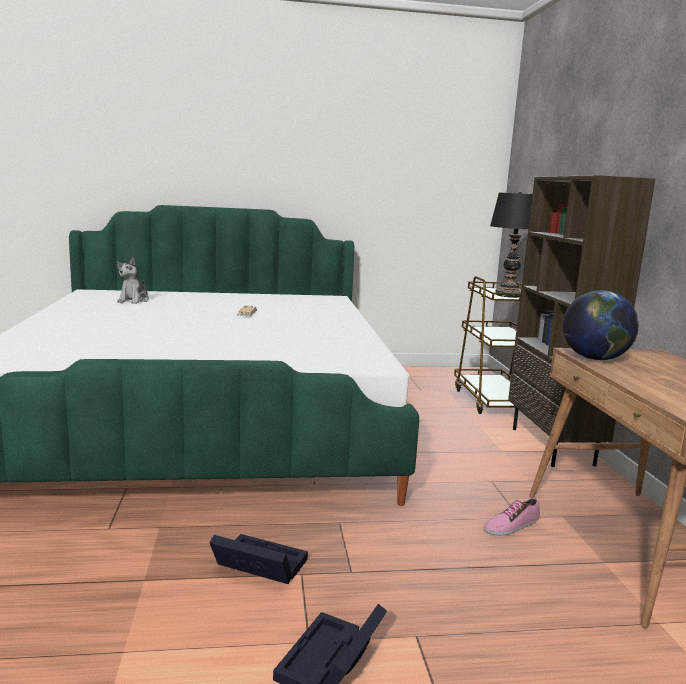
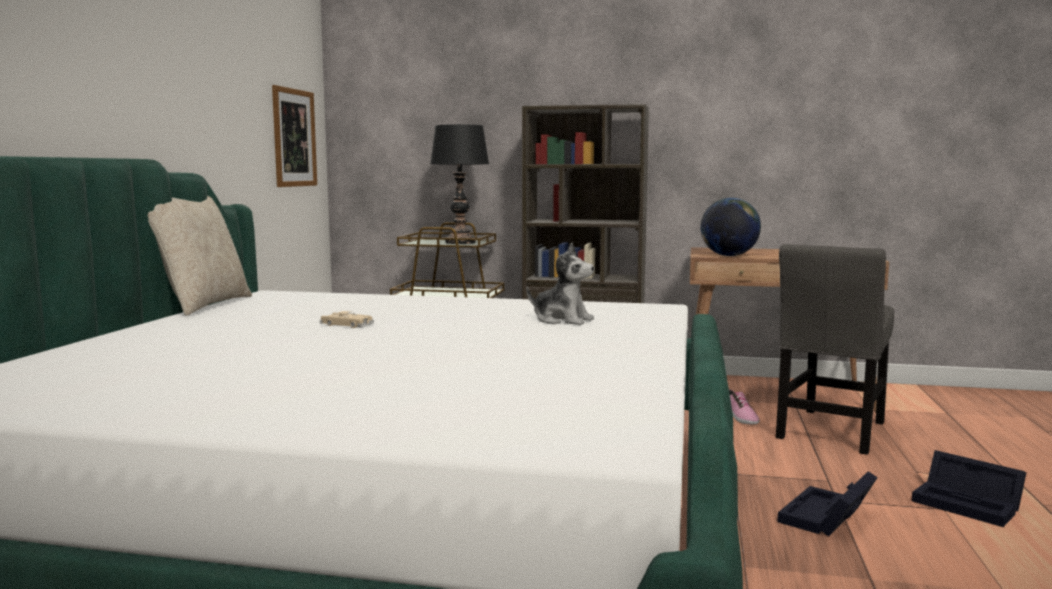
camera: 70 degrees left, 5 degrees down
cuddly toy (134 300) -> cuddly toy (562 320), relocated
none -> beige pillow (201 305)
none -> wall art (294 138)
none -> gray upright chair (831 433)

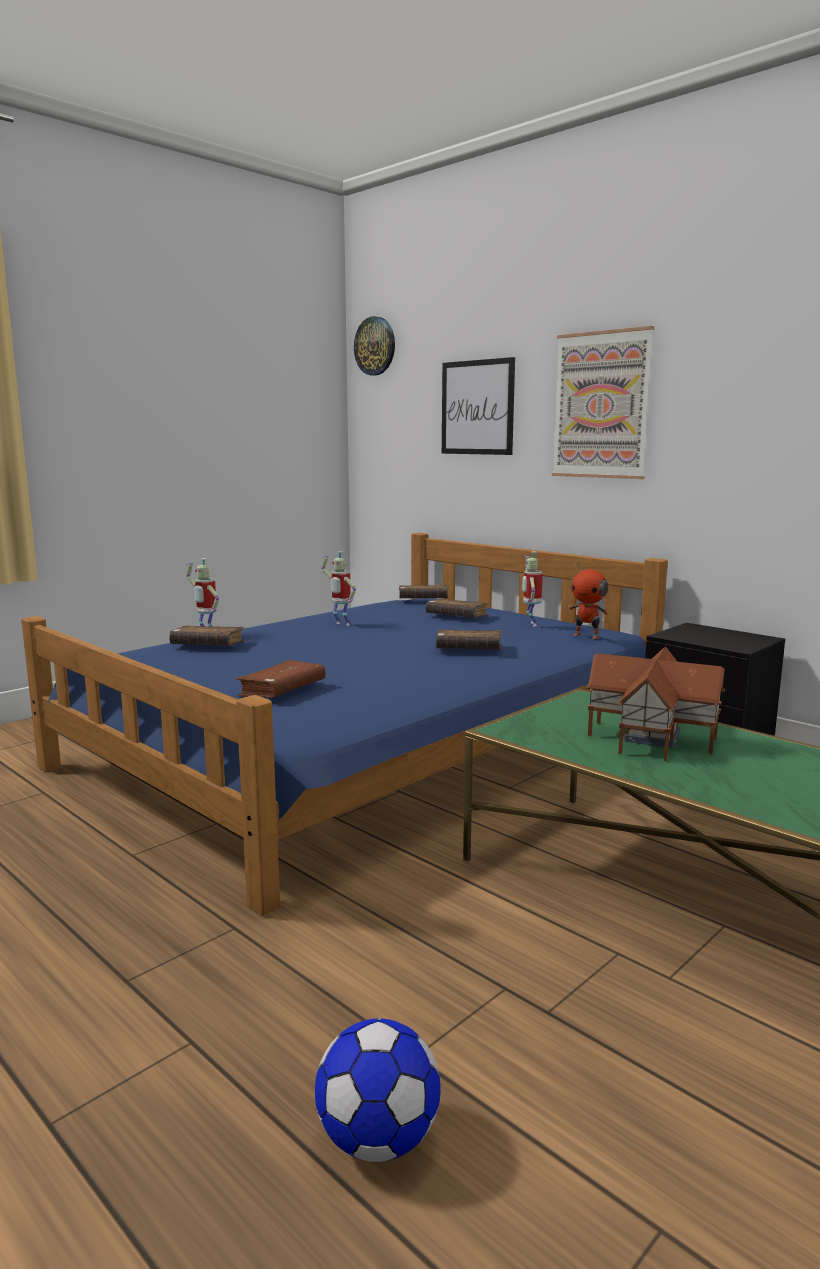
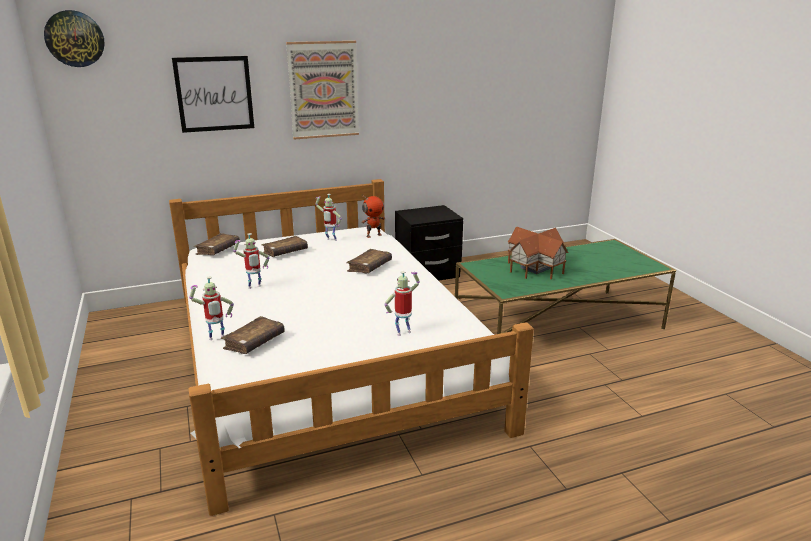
camera: 65 degrees left, 10 degrees up
blue bed (368 745) -> white-coloured bed (324 356)
brown-coloured volume (282 690) -> robot figure (403 332)
football (378 1139) -> none

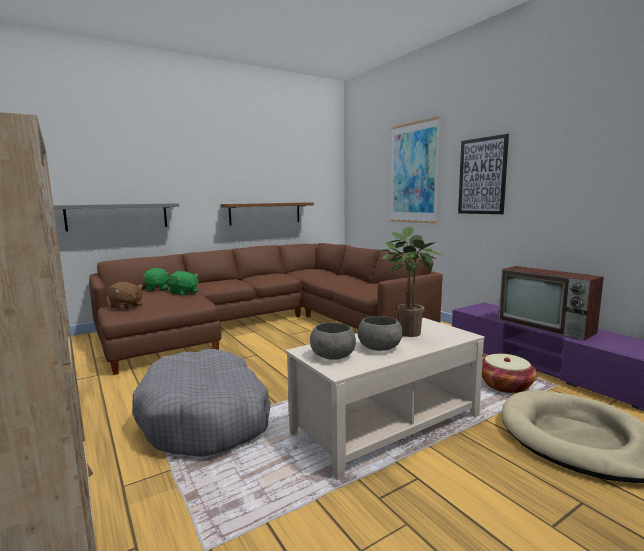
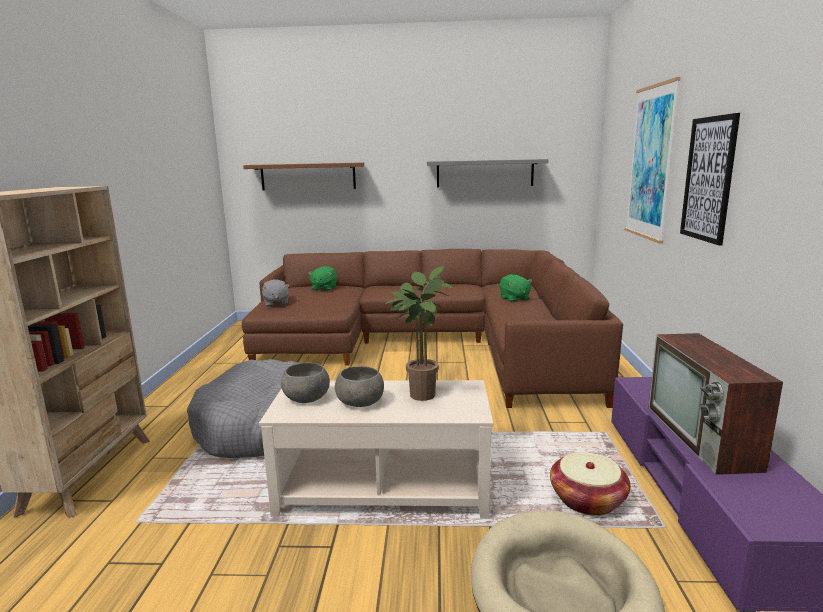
camera: 35 degrees right, 5 degrees up
gray wall shelf (118 216) -> gray wall shelf (485 173), relocated
brown-coloured cuddly toy (126 306) -> gray cuddly toy (276 304)
greenish cuddly toy (184 293) -> greenish cuddly toy (514 299), relocated
brown-coloured wall shelf (265 213) -> brown-coloured wall shelf (308 176), relocated

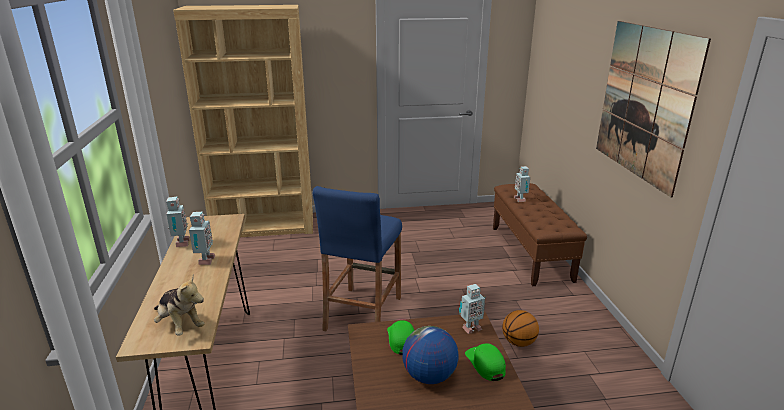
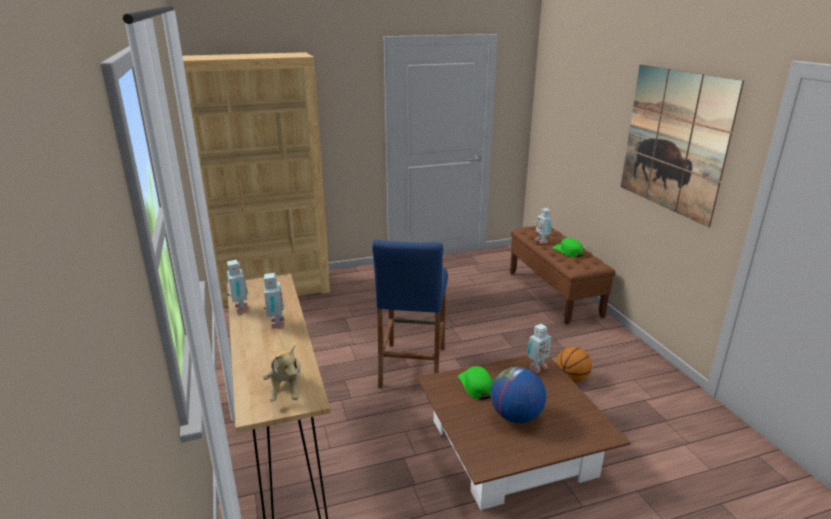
camera: 10 degrees left, 0 degrees up
cuddly toy (180 325) -> cuddly toy (286 389), 45 degrees clockwise
greenish peaked cap (485 364) -> greenish peaked cap (568 251), relocated

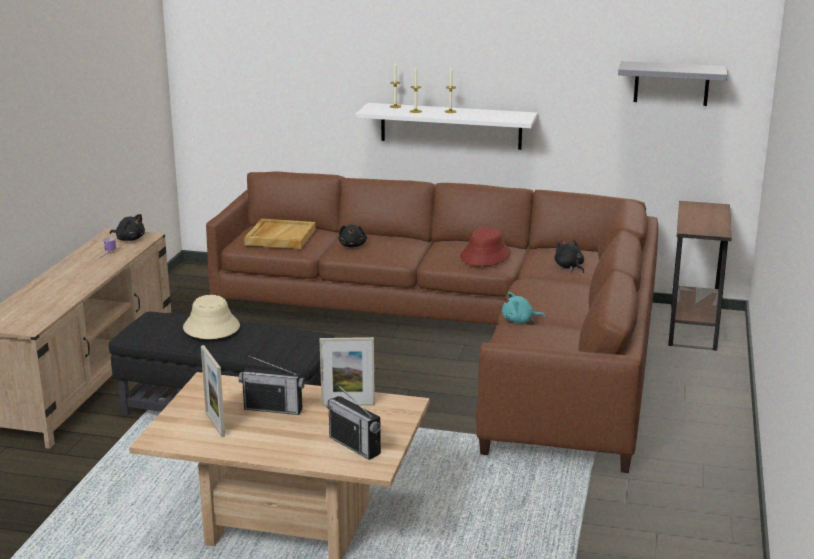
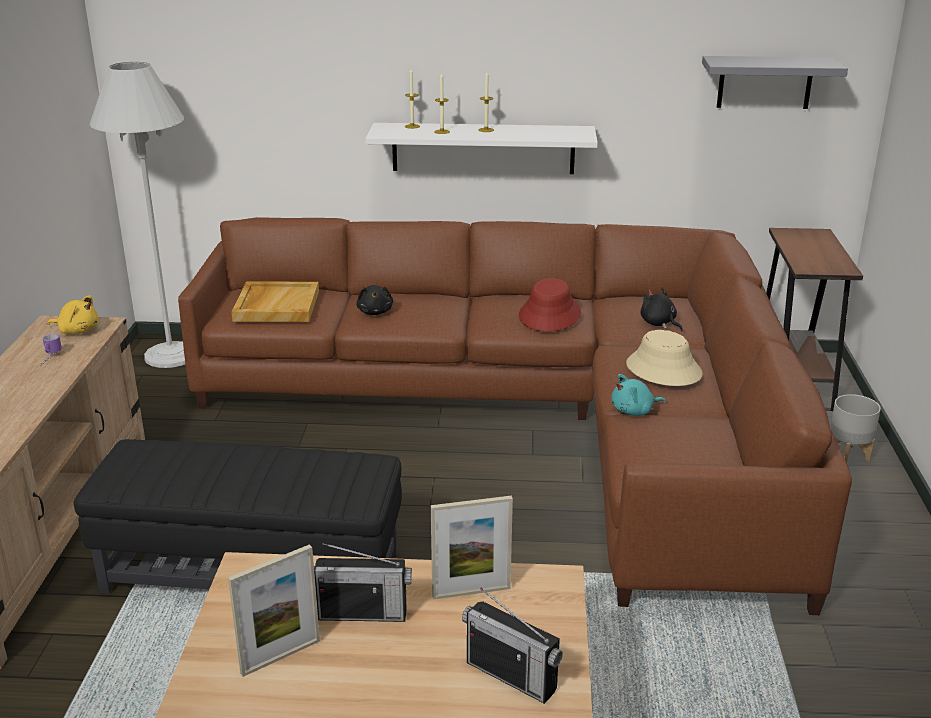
camera: 10 degrees left, 5 degrees up
black cuddly toy (129 239) -> yellowish cuddly toy (77 330)
beige wearable hat (211 327) -> beige wearable hat (663 370), relocated
standing frame (215 424) -> standing frame (280 657), 90 degrees counterclockwise
none -> white-coloured standing lamp (171 355)
none -> gray flower pot (847 455)

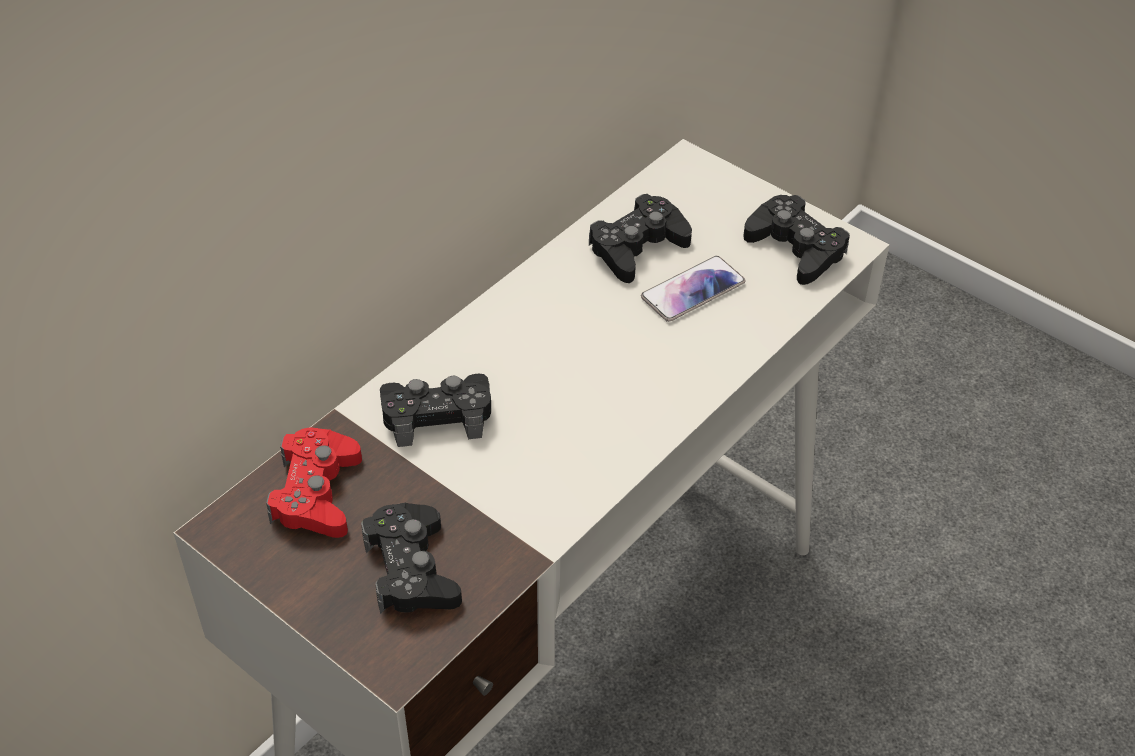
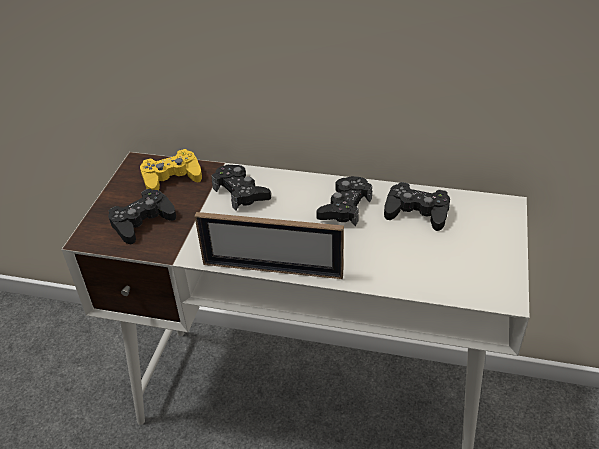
camera: 65 degrees right, 5 degrees down
red-coloured joypad (316 493) -> yellowish joypad (171 177)
phone (693 290) -> none
black joypad (795 248) -> black joypad (345 207), relocated
none -> standing frame (272 269)

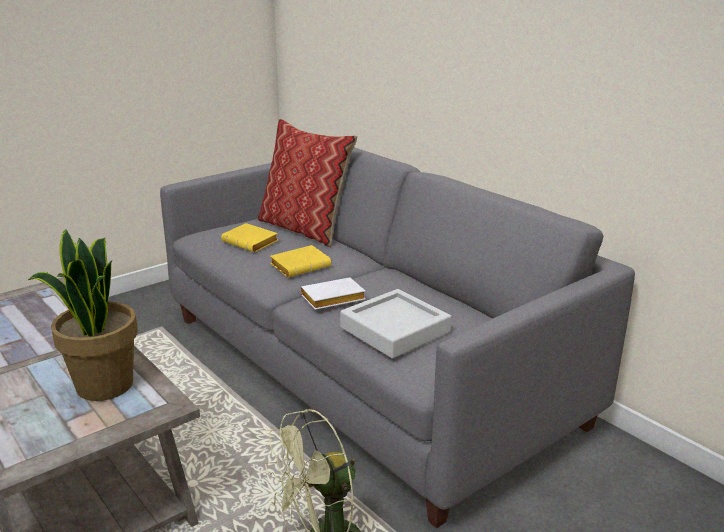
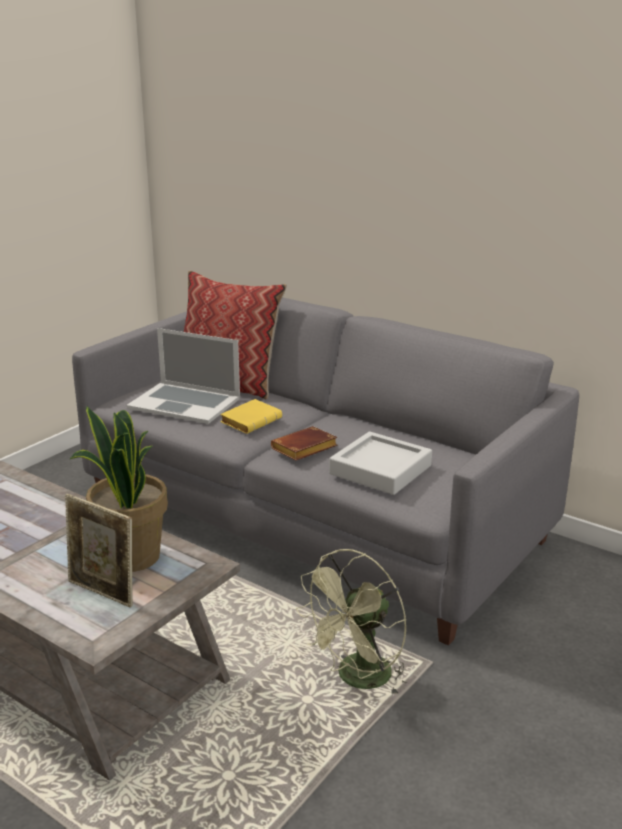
camera: 15 degrees left, 0 degrees up
yellowish volume (252 242) -> notebook computer (185 403)
white-coloured volume (332 300) -> brown-coloured volume (304 450)
none -> standing frame (103 592)

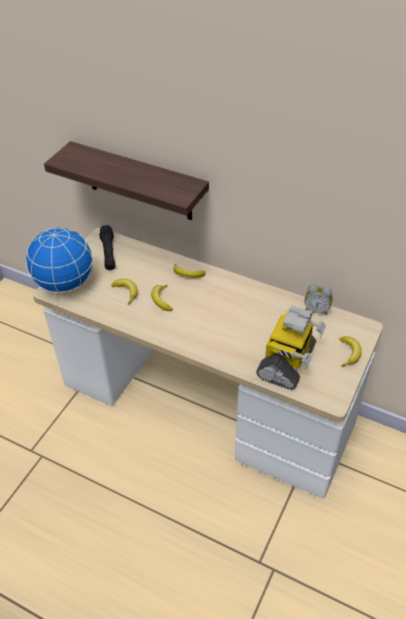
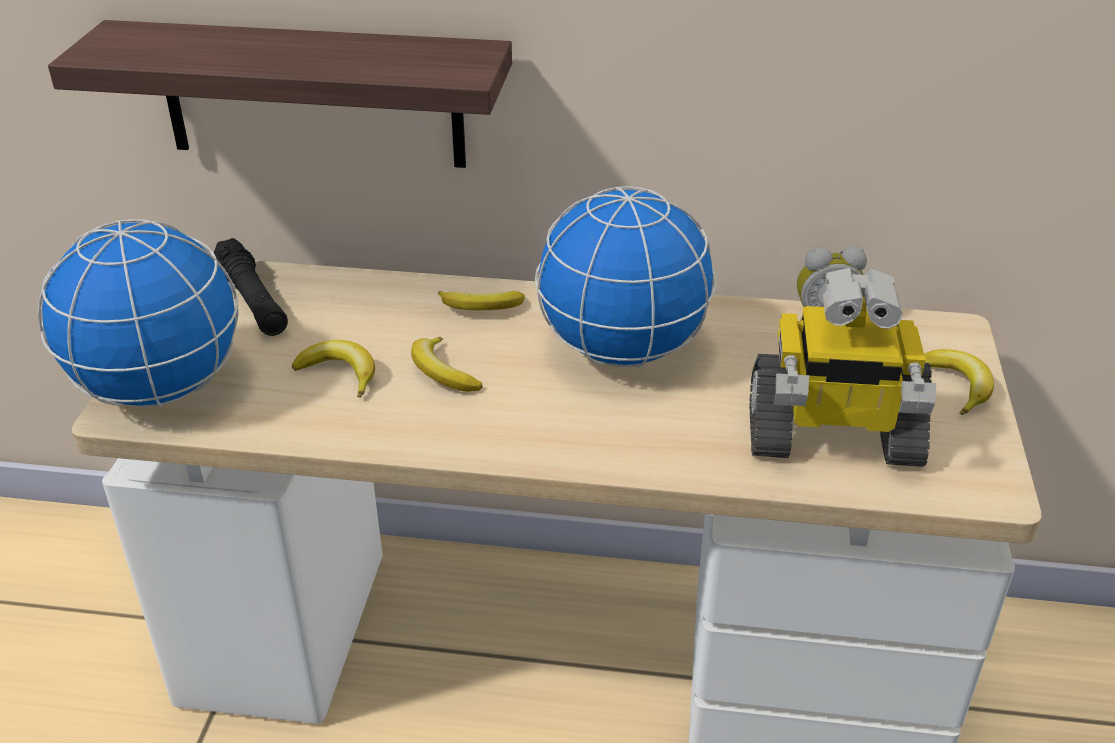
camera: 20 degrees left, 10 degrees down
robot figure (287 362) -> robot figure (831 436), 90 degrees clockwise
none -> globe (623 351)

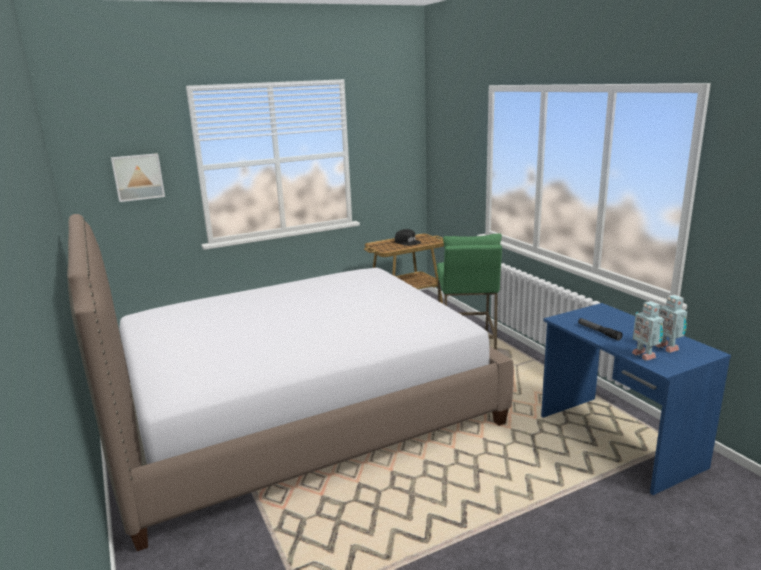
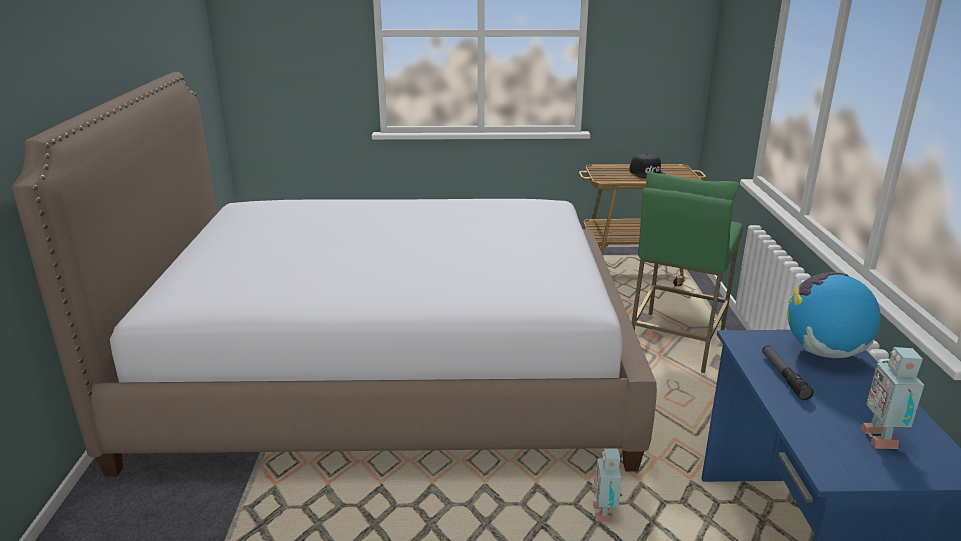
camera: 25 degrees right, 5 degrees up
wall art (138 177) -> none
robot figure (644 355) -> robot figure (605 513), relocated
none -> globe (824 352)

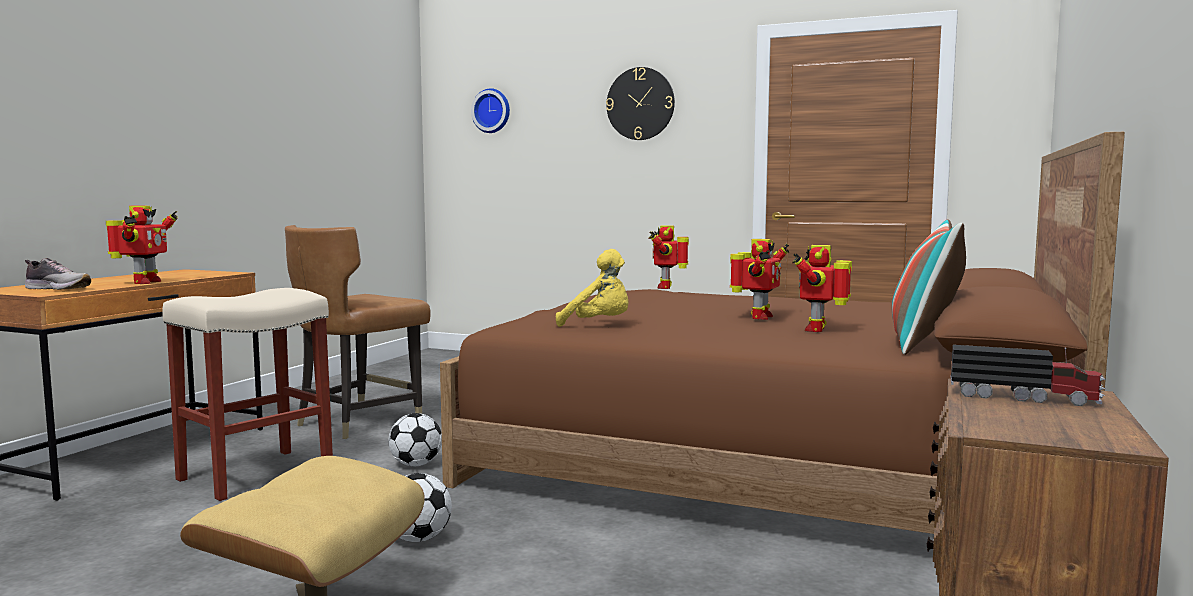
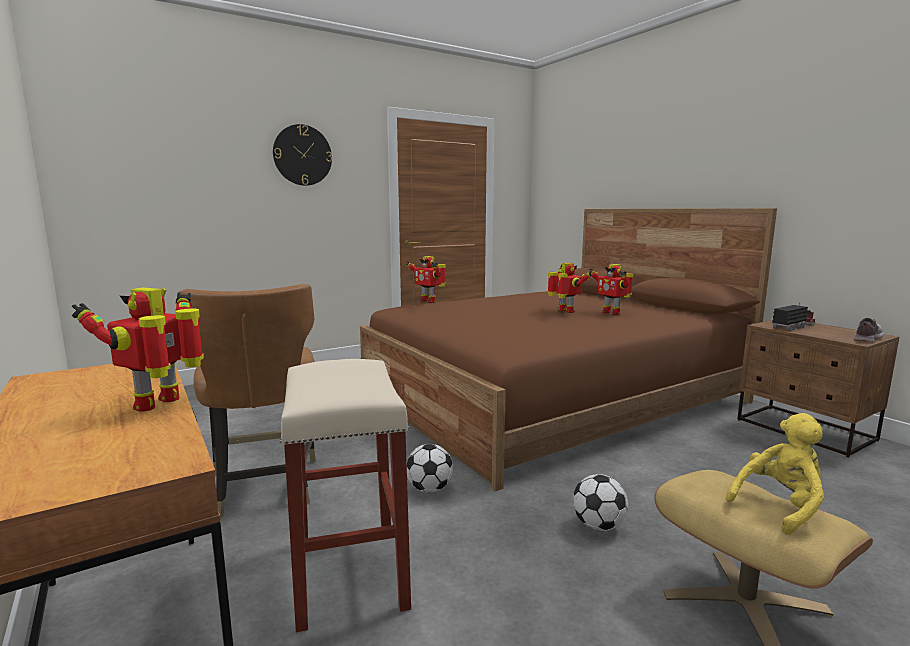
camera: 55 degrees left, 5 degrees up
item of footwear (58 289) -> item of footwear (866 338), relocated
robot figure (144 282) -> robot figure (161 403), 105 degrees counterclockwise
wall clock (492 111) -> none
yellowish cuddly toy (599 325) -> yellowish cuddly toy (779 506), relocated
pillow (923 344) -> none

